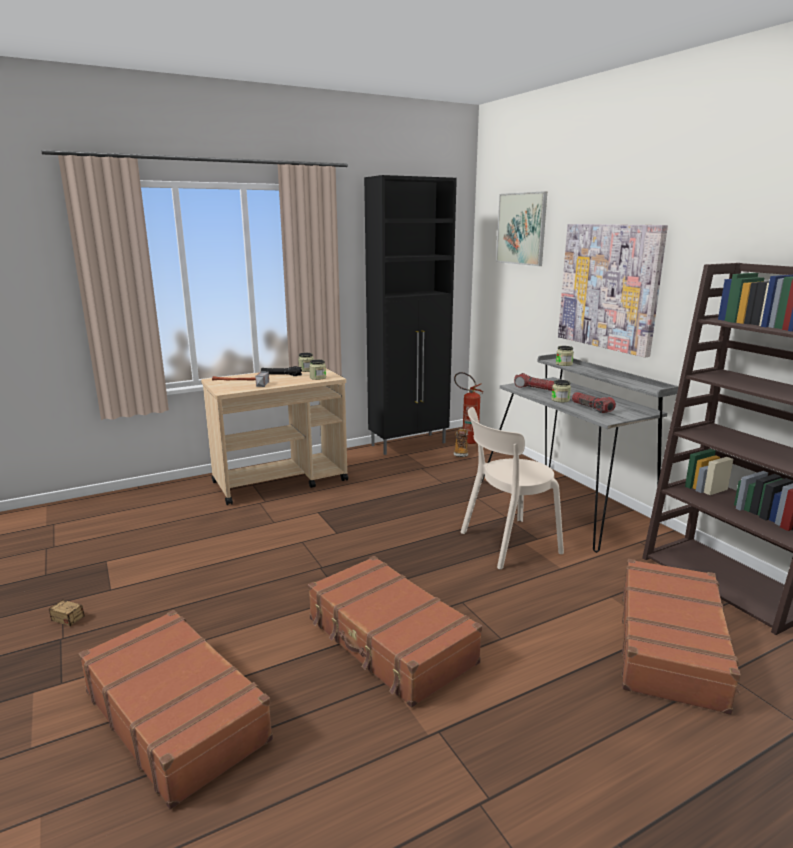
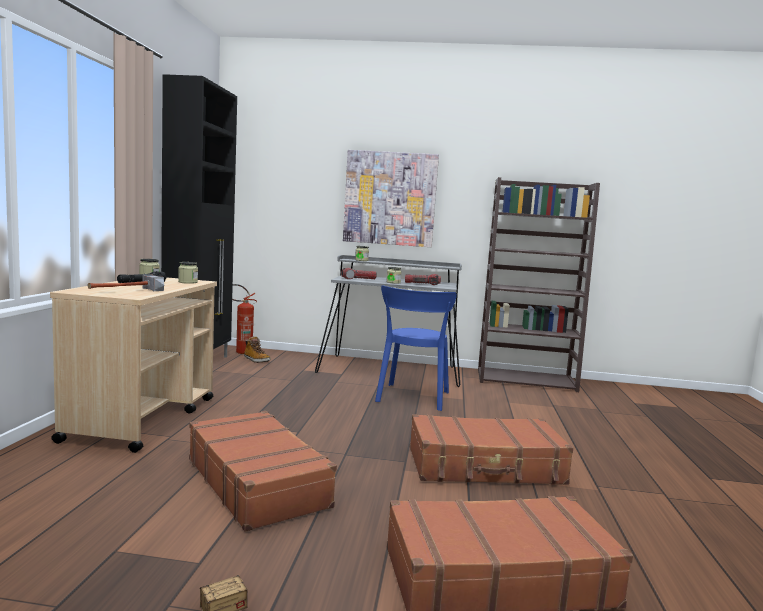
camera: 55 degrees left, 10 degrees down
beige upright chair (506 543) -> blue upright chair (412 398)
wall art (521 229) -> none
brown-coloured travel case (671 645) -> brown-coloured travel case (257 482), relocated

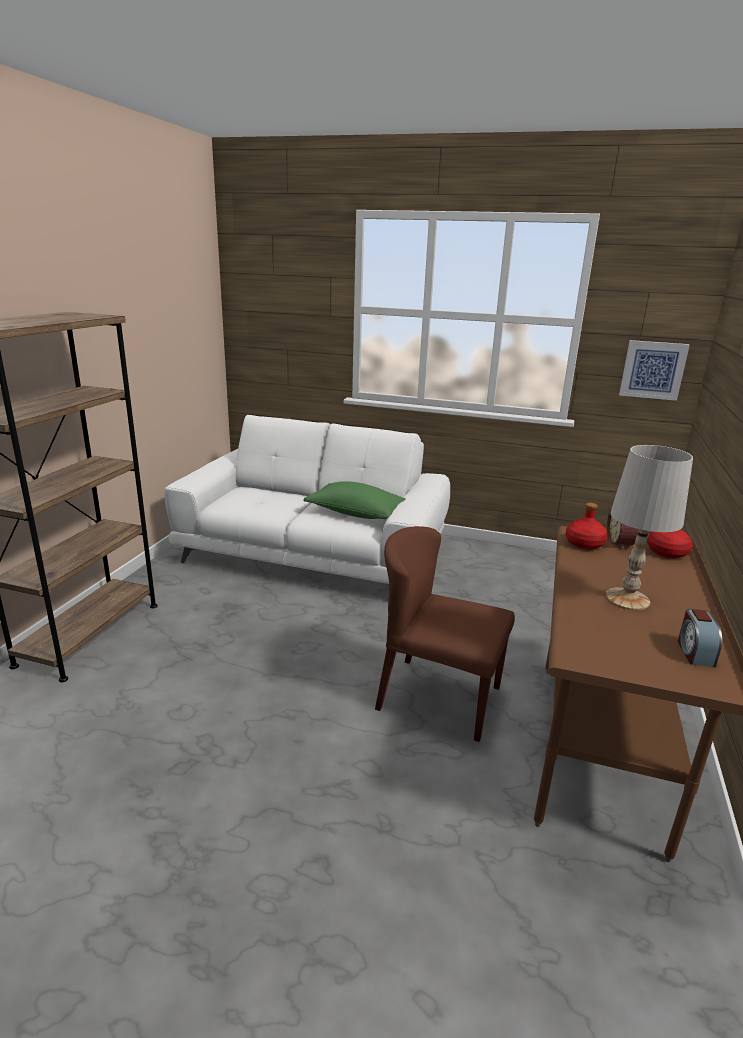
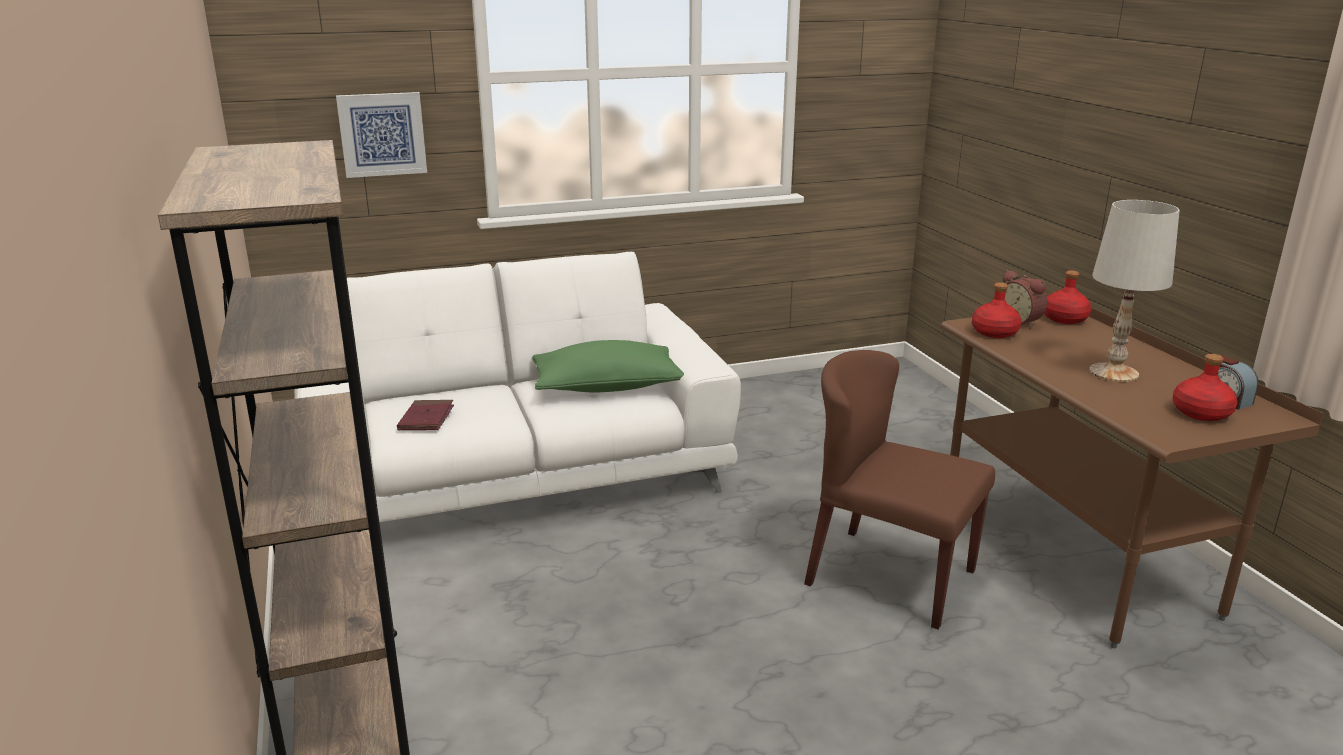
camera: 35 degrees left, 0 degrees up
brown-coloured upright chair (438 697) -> brown-coloured upright chair (889 576), 45 degrees clockwise
wall art (653 370) -> wall art (382 134), relocated
none -> red-coloured volume (426 418)
none -> red-coloured drink bottle (1200 413)

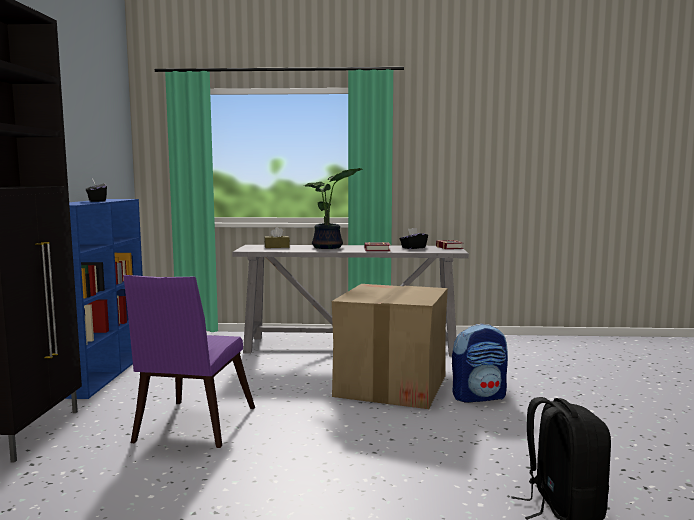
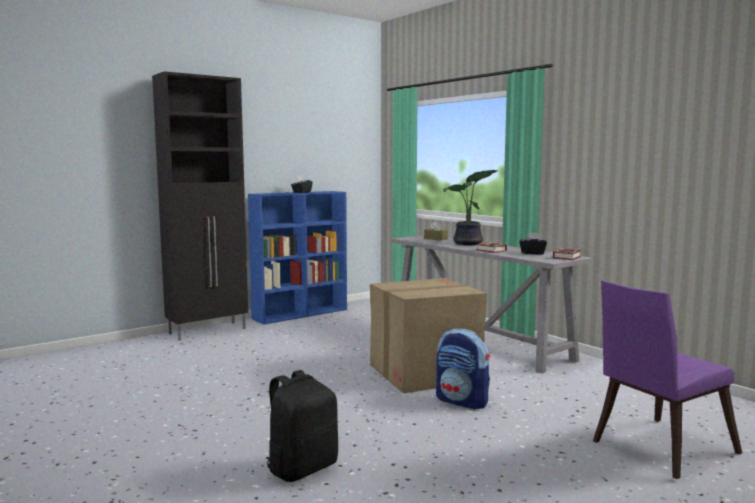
camera: 50 degrees right, 0 degrees up
purple upright chair (191 428) -> purple upright chair (657 448), relocated

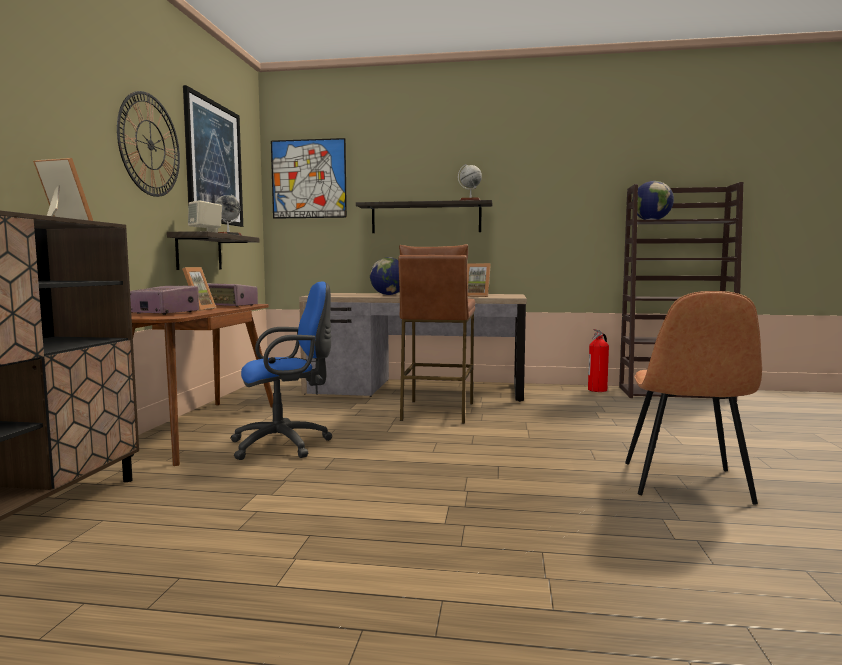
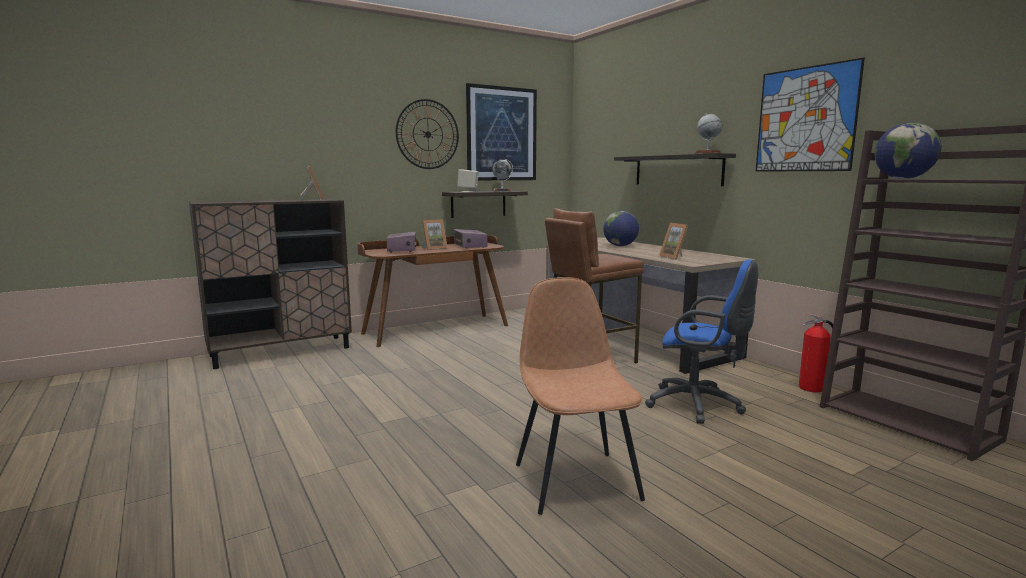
camera: 50 degrees right, 5 degrees up
blue office chair (286 444) -> blue office chair (699 405), relocated
wall art (308 179) -> wall art (805 119), relocated
brown-coloured upright chair (685 483) -> brown-coloured upright chair (575 479), 105 degrees clockwise

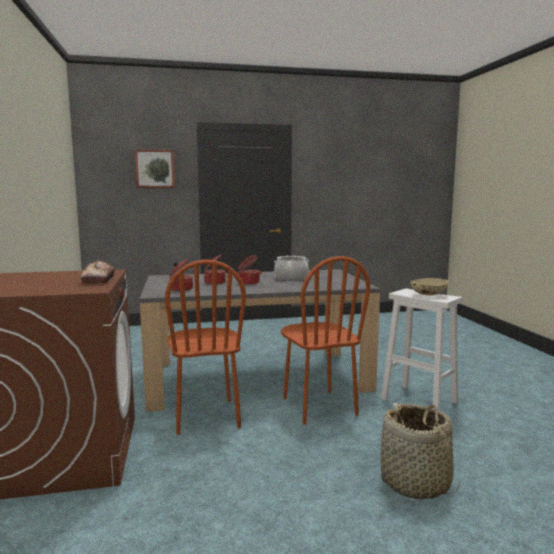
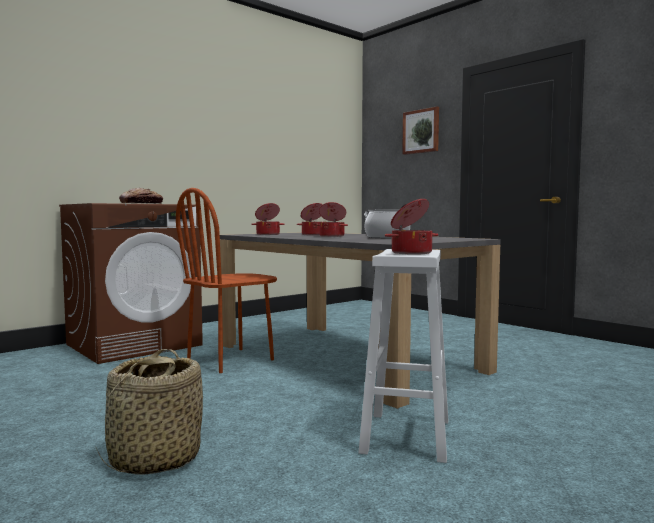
camera: 60 degrees right, 5 degrees down
brown-coloured upright chair (318 406) -> none
beige serving bowl (428 295) -> cooking pot (411 253)

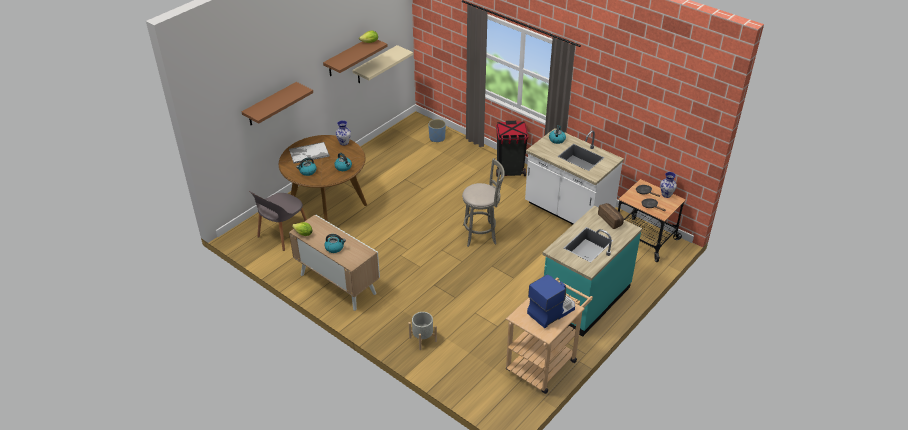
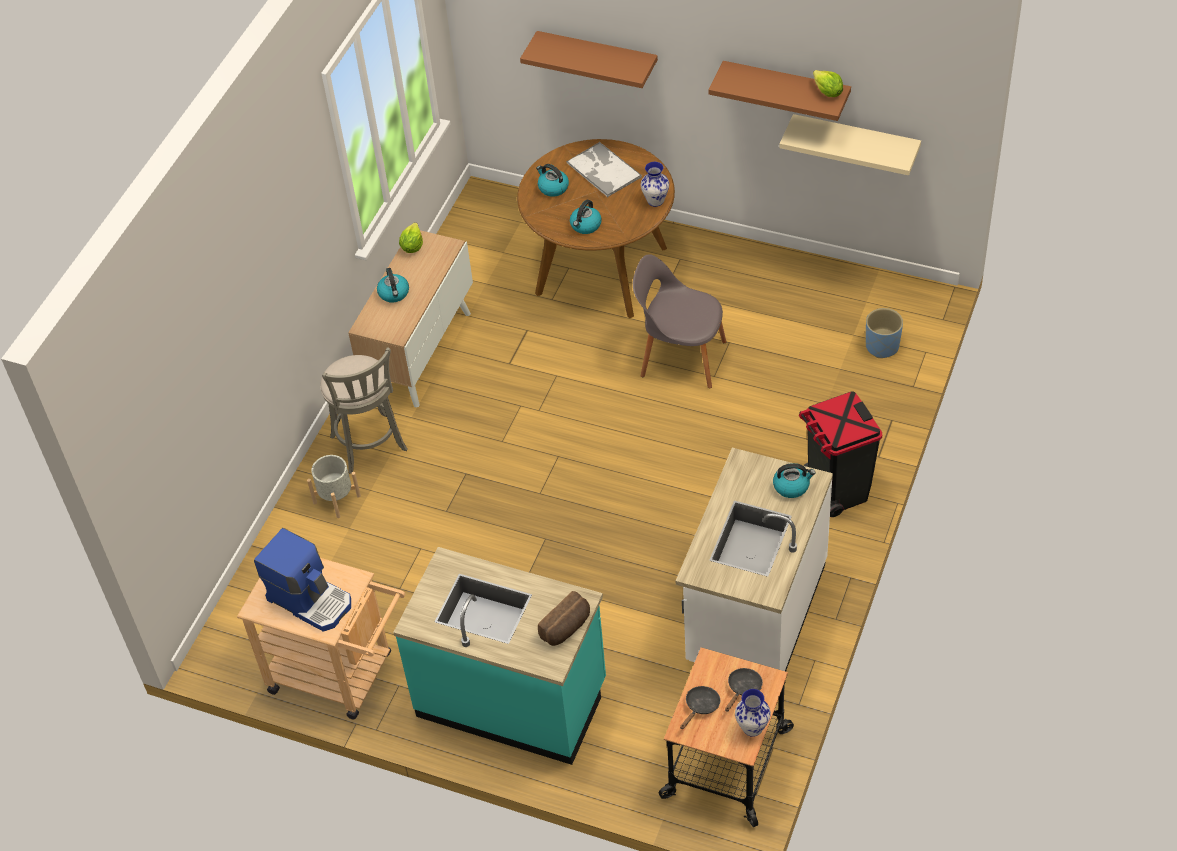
camera: 75 degrees right, 10 degrees up
gray upright chair (282 234) -> gray upright chair (680 357), relocated
gray stool (481 234) -> gray stool (370 446), relocated

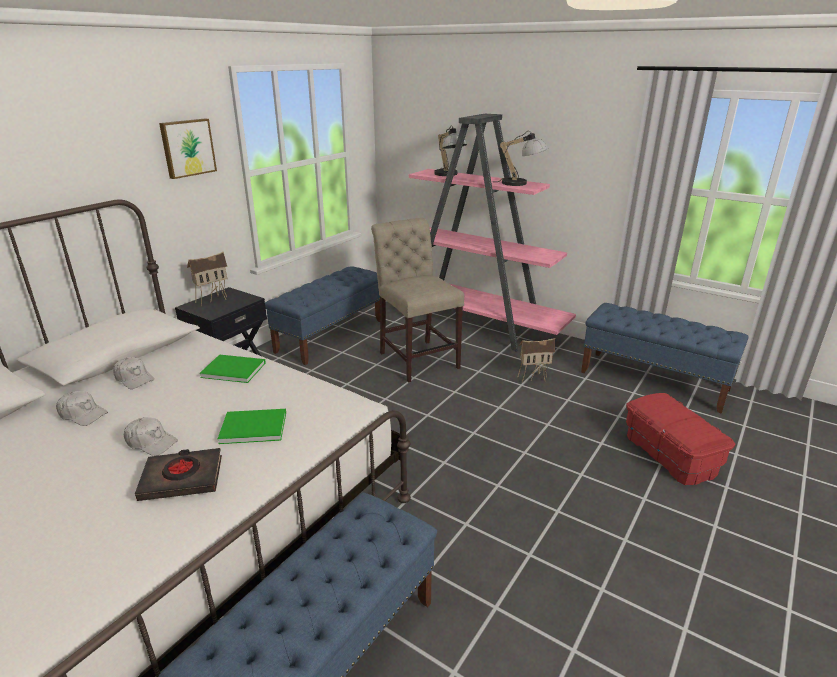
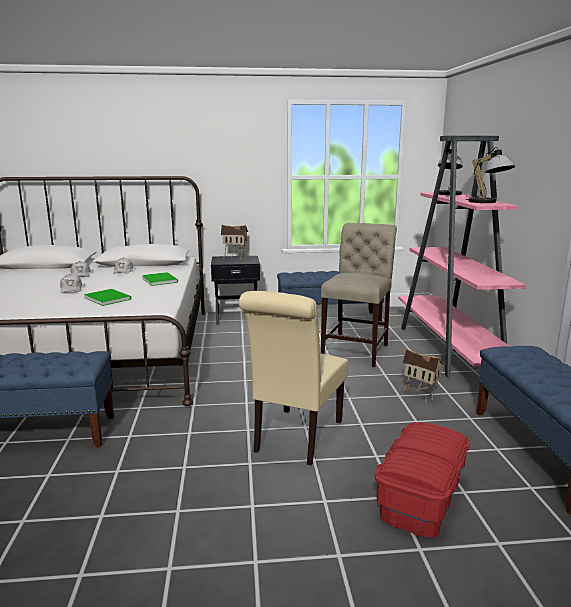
camera: 50 degrees right, 10 degrees down
black volume (182 479) -> none
wall art (187 148) -> none
none -> beige upright chair (295 438)

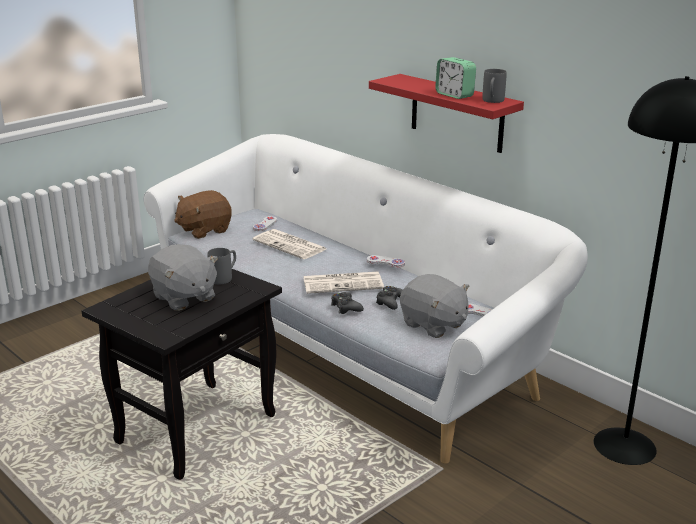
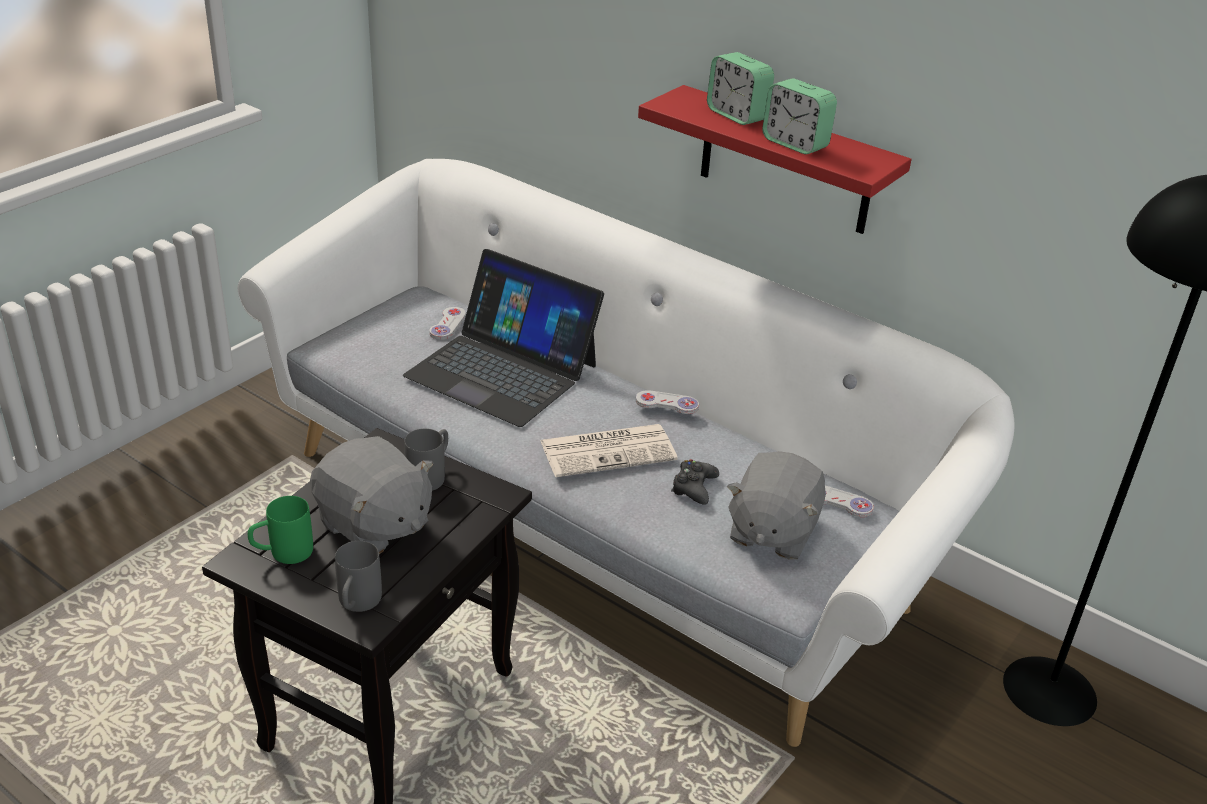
camera: 10 degrees left, 10 degrees up
brown-coloured cuddly toy (204 230) -> none
daily paper (291 245) -> notebook computer (502 370)
black joypad (346 307) -> none
gray cuddly toy (433 325) -> gray cuddly toy (771 531), 75 degrees clockwise
gray tea mug (492 101) -> gray tea mug (357 604), relocated
none -> greenish tea mug (282 553)
none -> bedside clock (737 115)

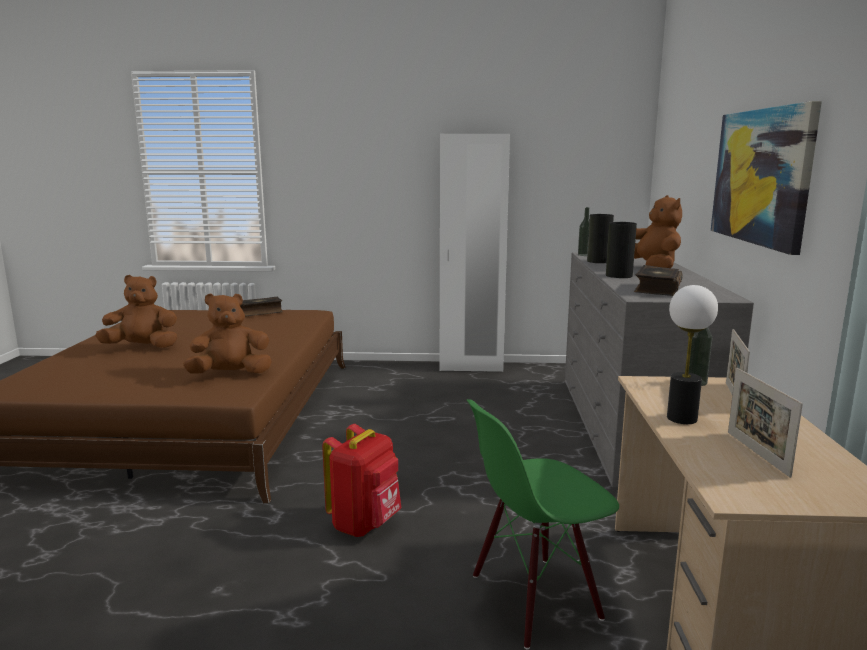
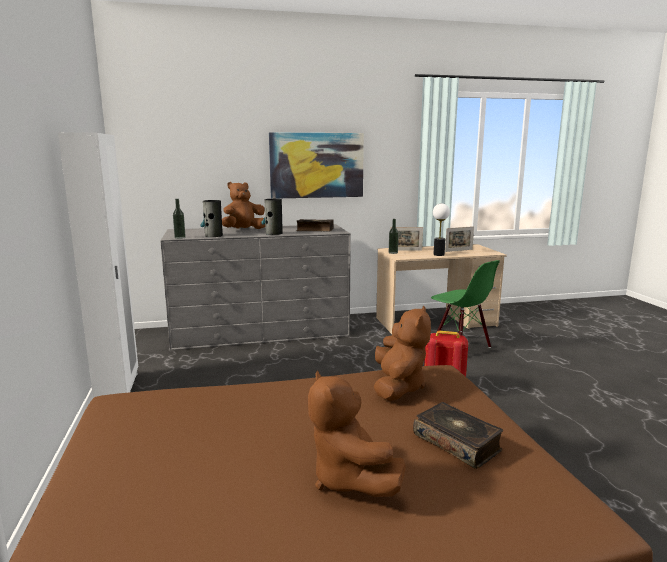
camera: 105 degrees left, 0 degrees up
brown-coloured cuddly toy (230 374) -> brown-coloured cuddly toy (398 387), 135 degrees counterclockwise
volume (259 312) -> volume (457 442), relocated

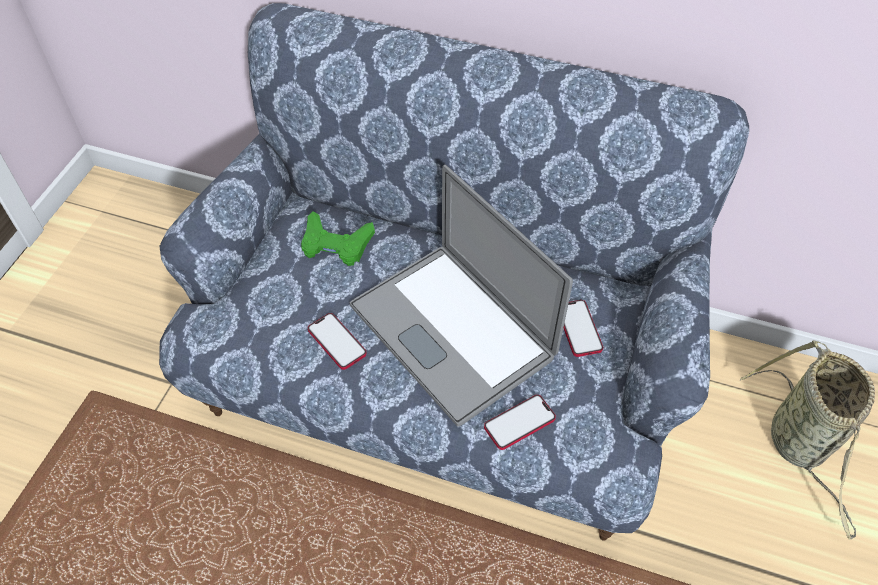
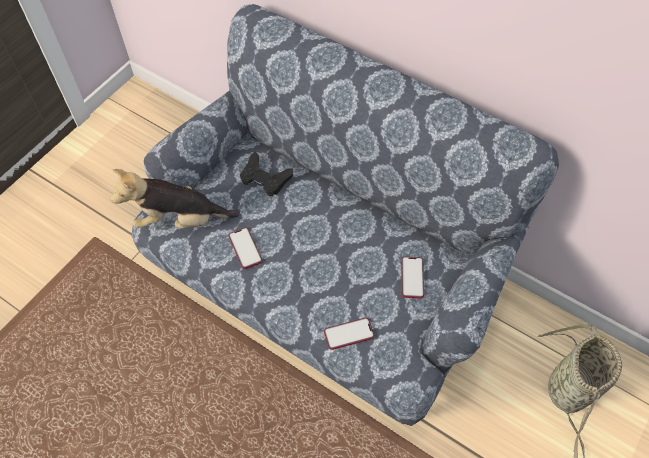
camera: 15 degrees right, 5 degrees up
greenish joypad (336 244) -> black joypad (265 178)
notebook computer (451 331) -> none
none -> cuddly toy (180 220)

